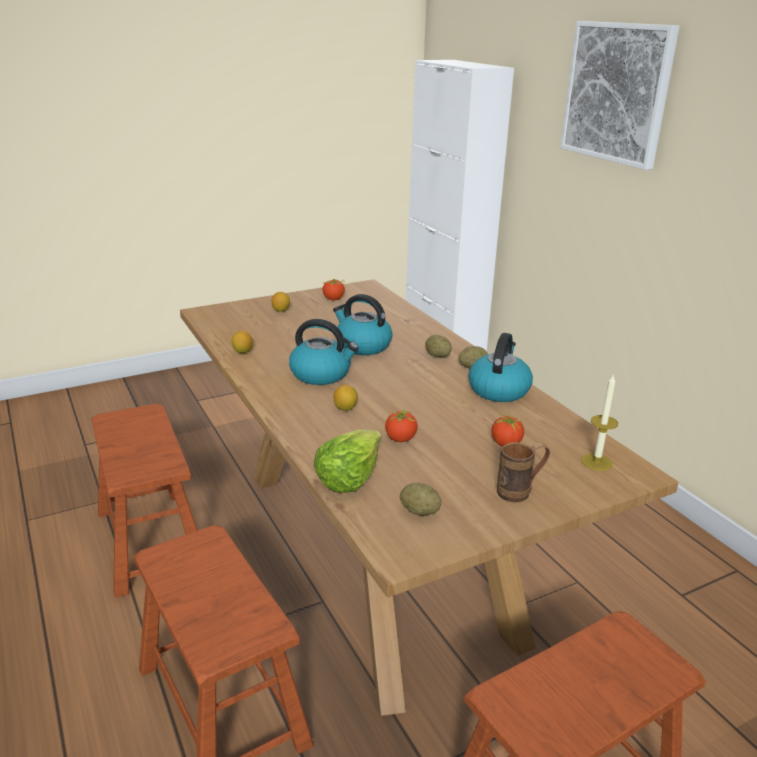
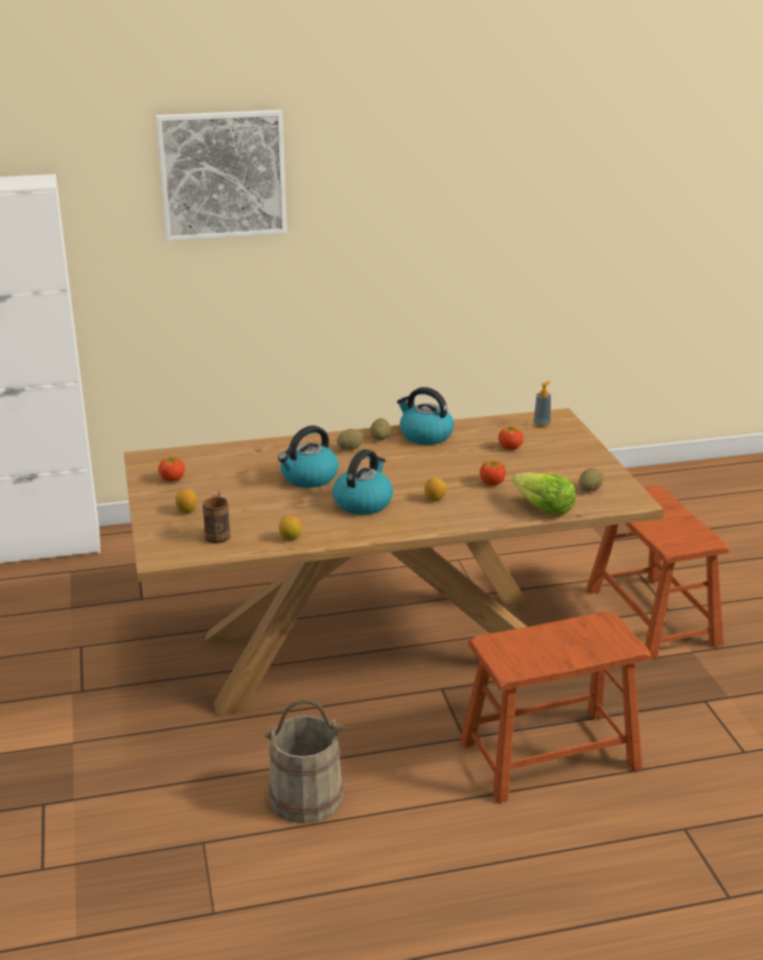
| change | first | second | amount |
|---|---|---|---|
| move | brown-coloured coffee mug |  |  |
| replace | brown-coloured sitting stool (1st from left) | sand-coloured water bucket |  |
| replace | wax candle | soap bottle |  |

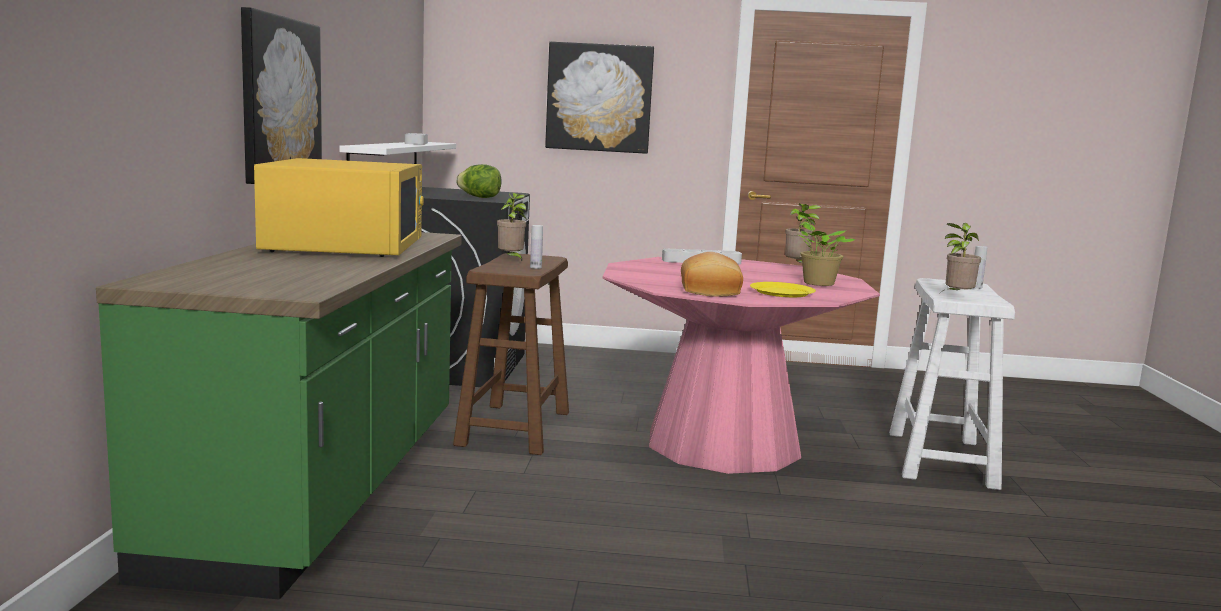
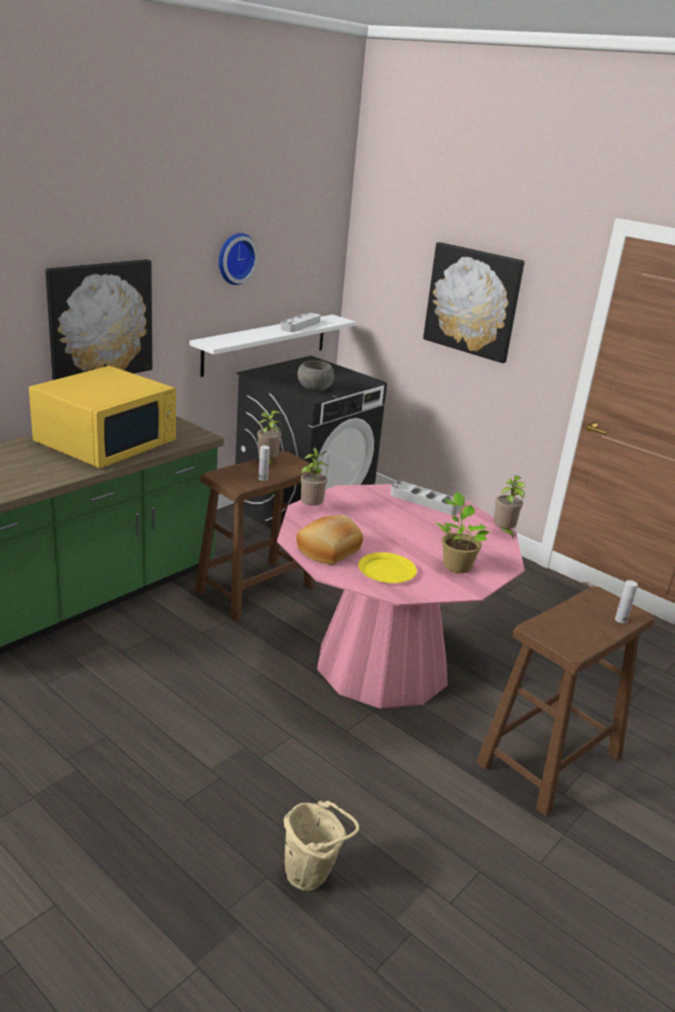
| change | first | second | amount |
|---|---|---|---|
| insert |  | wall clock |  |
| insert |  | sand-coloured water bucket |  |
| replace | head of lettuce | greyish serving bowl |  |
| move | houseplant (4th from left in the first image) | houseplant (2nd from left) |  |
| recolor | white sitting stool | brown-coloured sitting stool (2nd from left) |  |

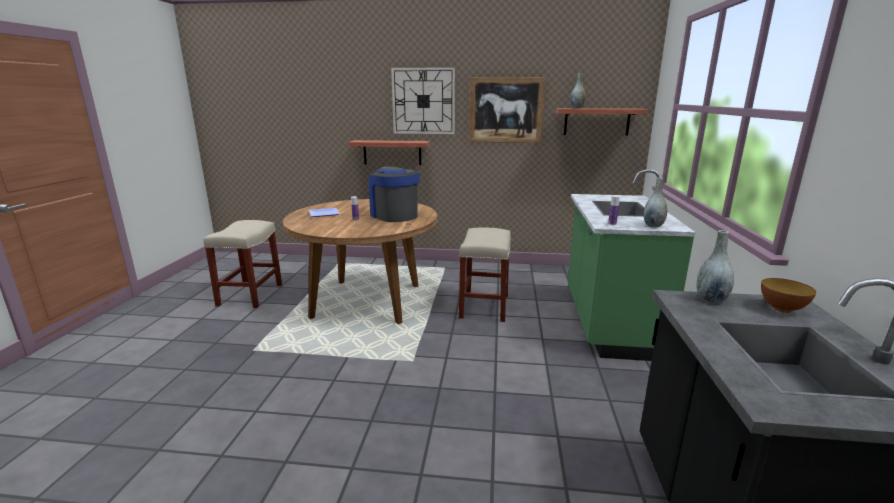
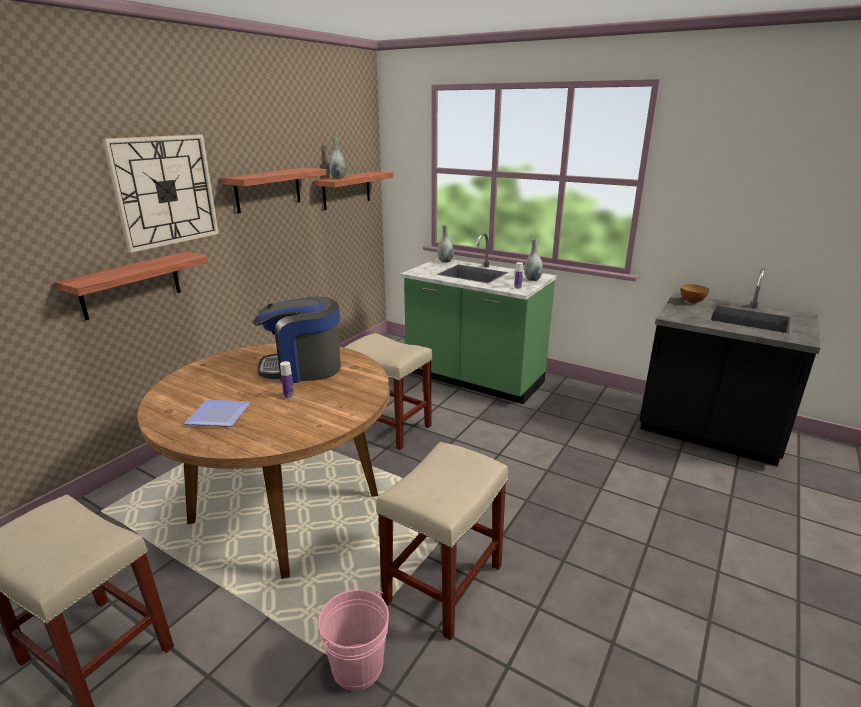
| change | first | second | amount |
|---|---|---|---|
| replace | picture | wall shelf (2nd from left) |  |
| insert |  | pinkish water bucket |  |
| insert |  | sand-coloured sitting stool (3rd from left) |  |
| move | greyish flower vase (3rd from left in the first image) | greyish flower vase (2nd from left) |  |

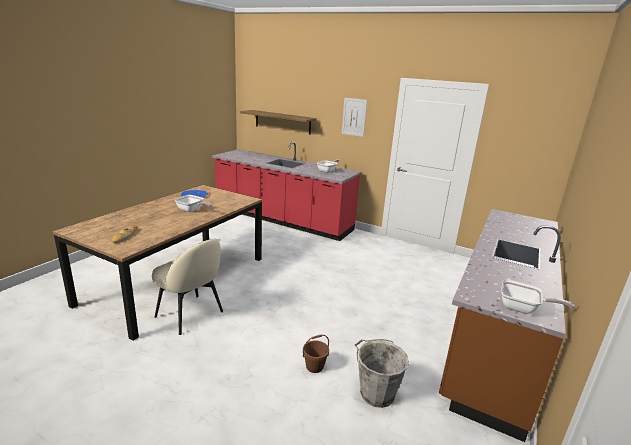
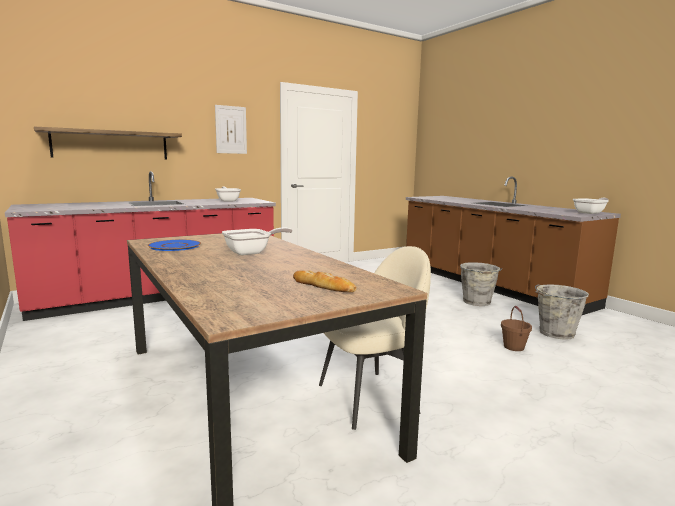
| change | first | second | amount |
|---|---|---|---|
| insert |  | greyish water bucket (1st from left) |  |

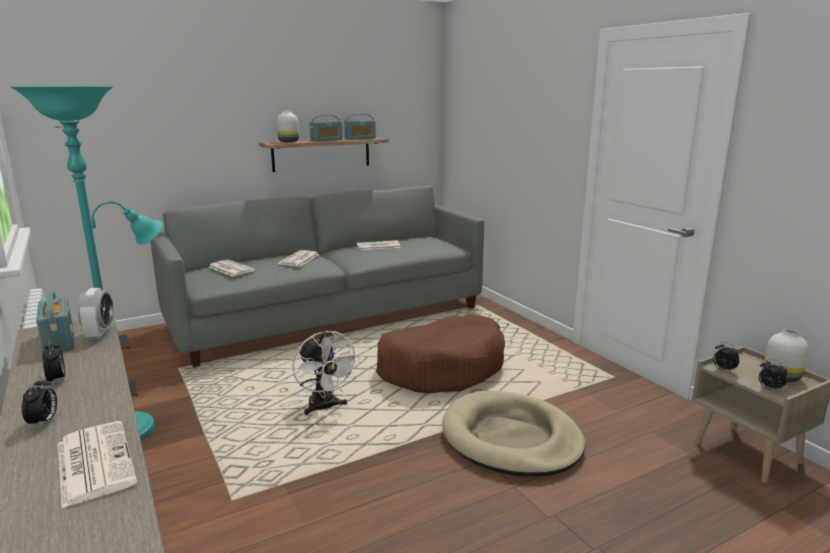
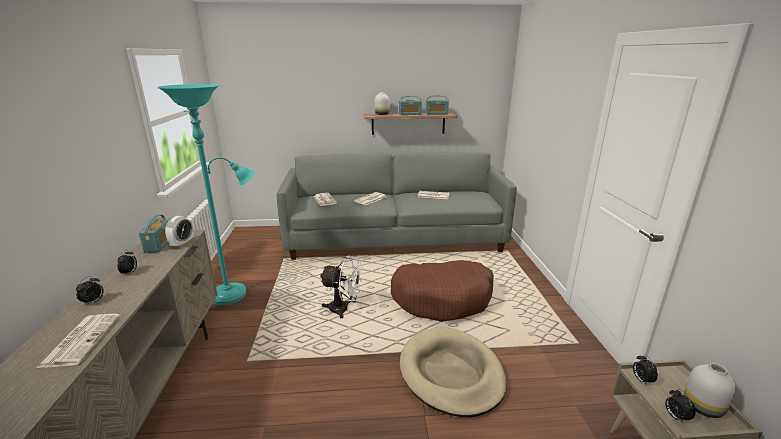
| change | first | second | amount |
|---|---|---|---|
| rotate | white cooling fan |  | 75 degrees counterclockwise |

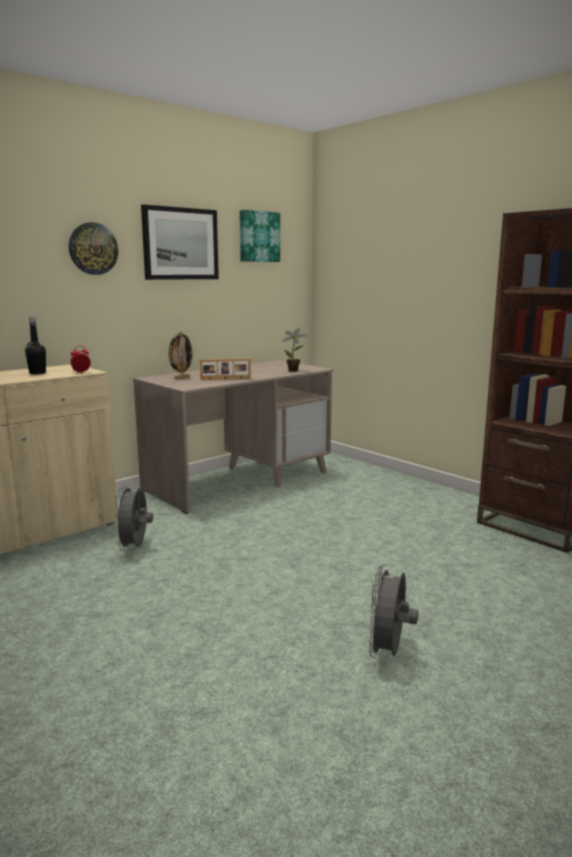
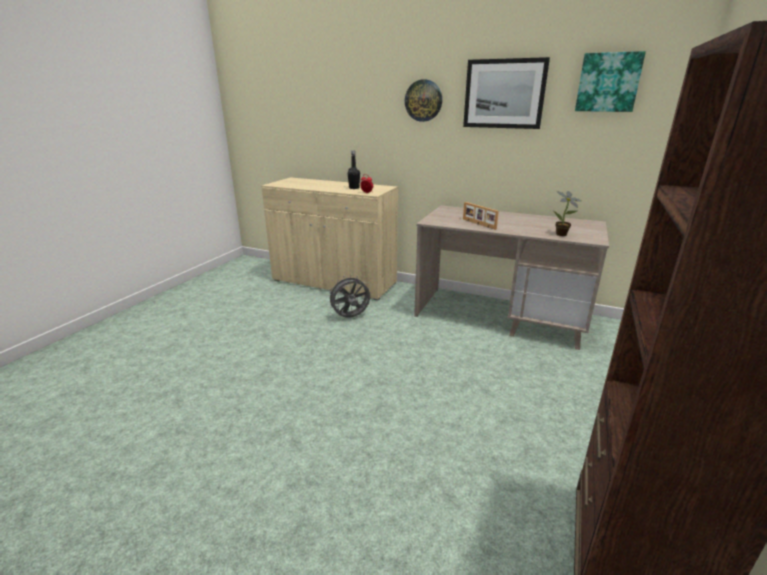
| change | first | second | amount |
|---|---|---|---|
| delete | standing frame (1st from left) |  |  |
| delete | greyish cooling fan (2nd from left) |  |  |

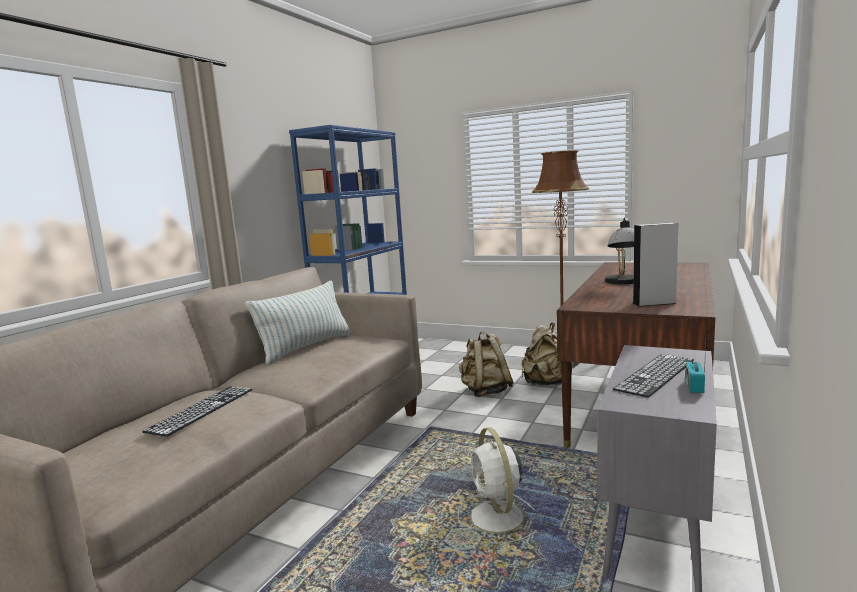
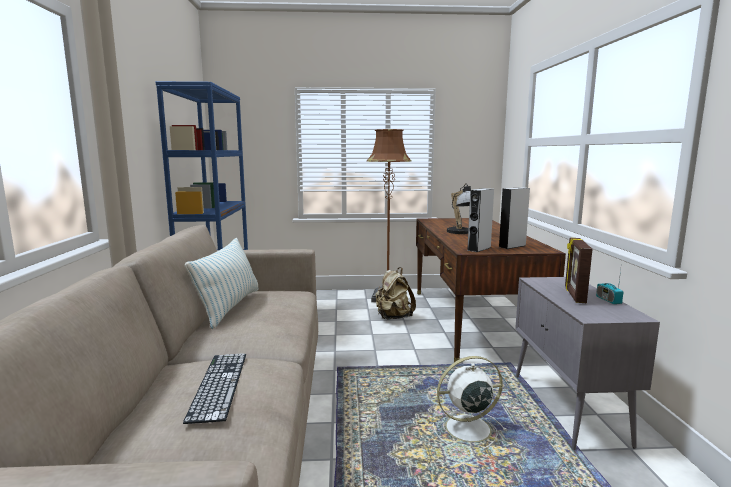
| change | first | second | amount |
|---|---|---|---|
| rotate | white cooling fan |  | 120 degrees clockwise |
| insert |  | greyish audio speaker (1st from left) |  |
| replace | computer keyboard (2nd from left) | standing frame |  |
| delete | sand-coloured knapsack (1st from left) |  |  |

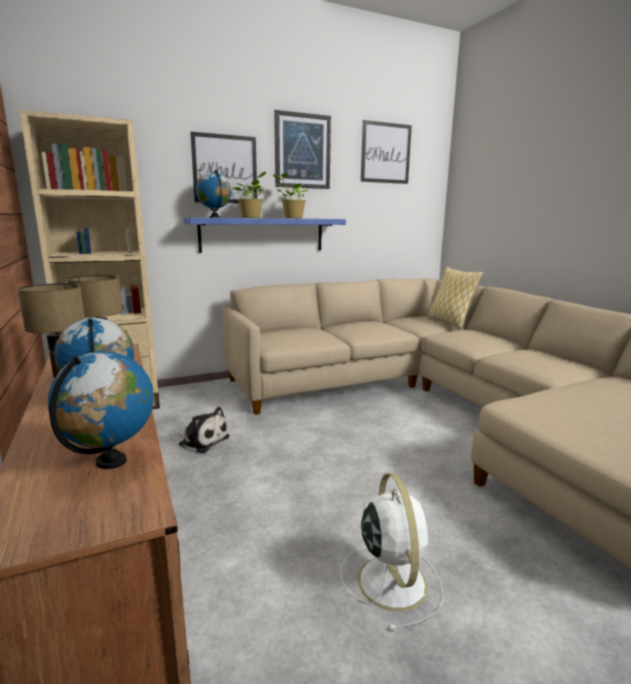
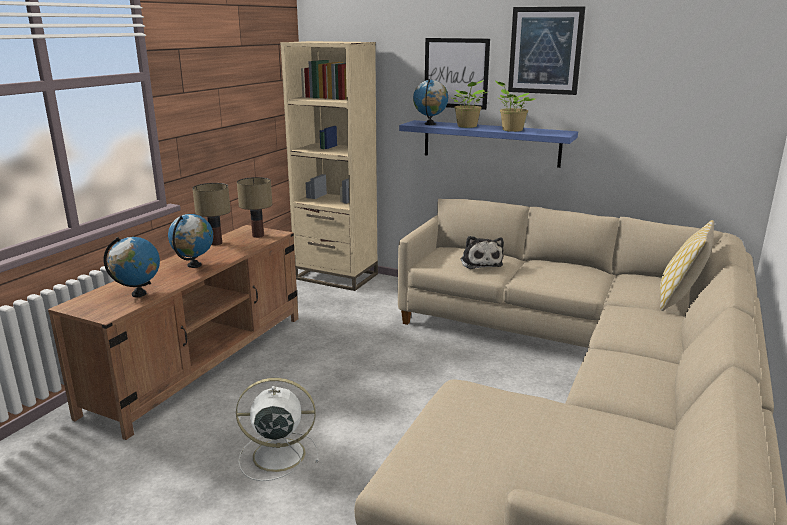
| change | first | second | amount |
|---|---|---|---|
| rotate | white cooling fan |  | 135 degrees counterclockwise |
| move | cuddly toy |  |  |
| delete | picture (3rd from left) |  |  |

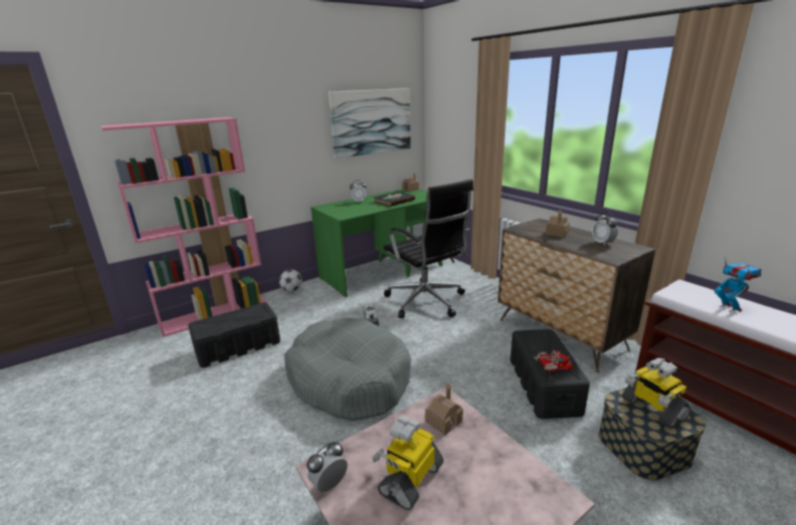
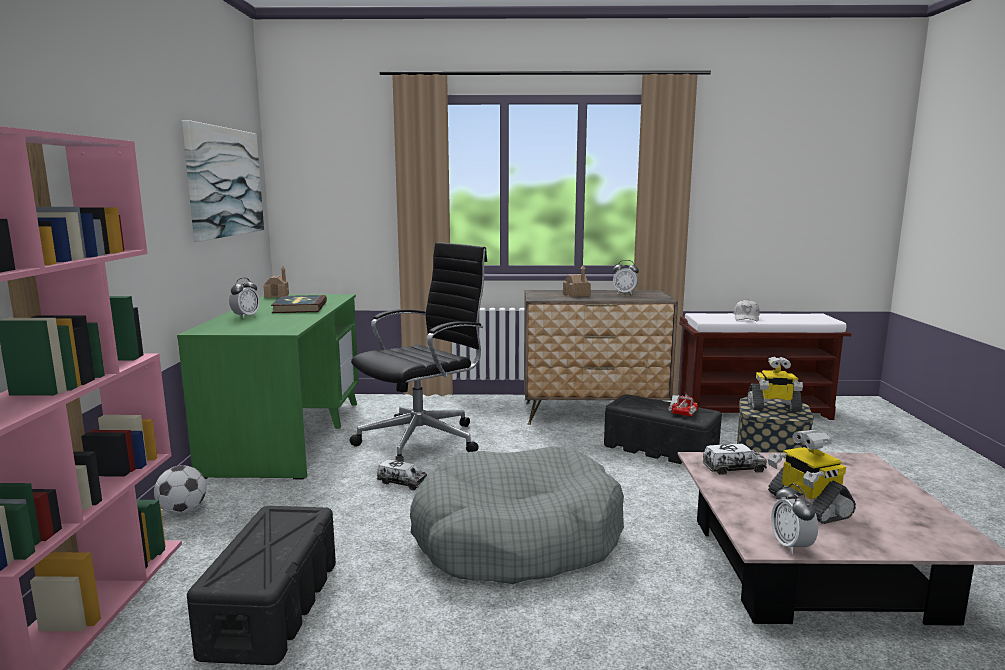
| change | first | second | amount |
|---|---|---|---|
| rotate | black-coloured office chair |  | 45 degrees counterclockwise |
| replace | model house (2nd from left) | toy truck (3rd from left) |  |
| replace | toy robot (3rd from left) | white peaked cap |  |

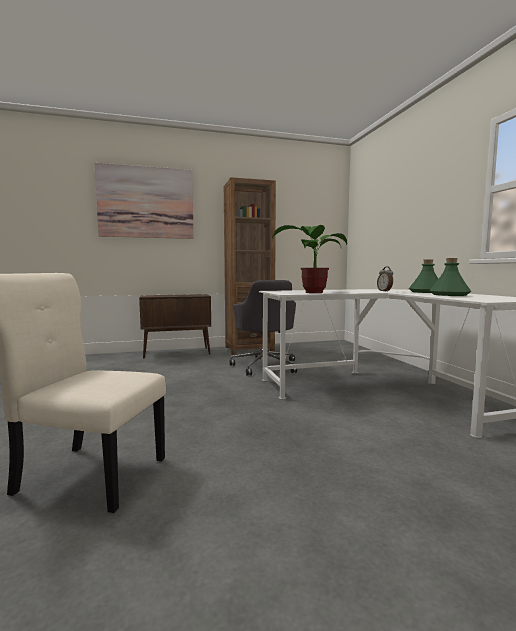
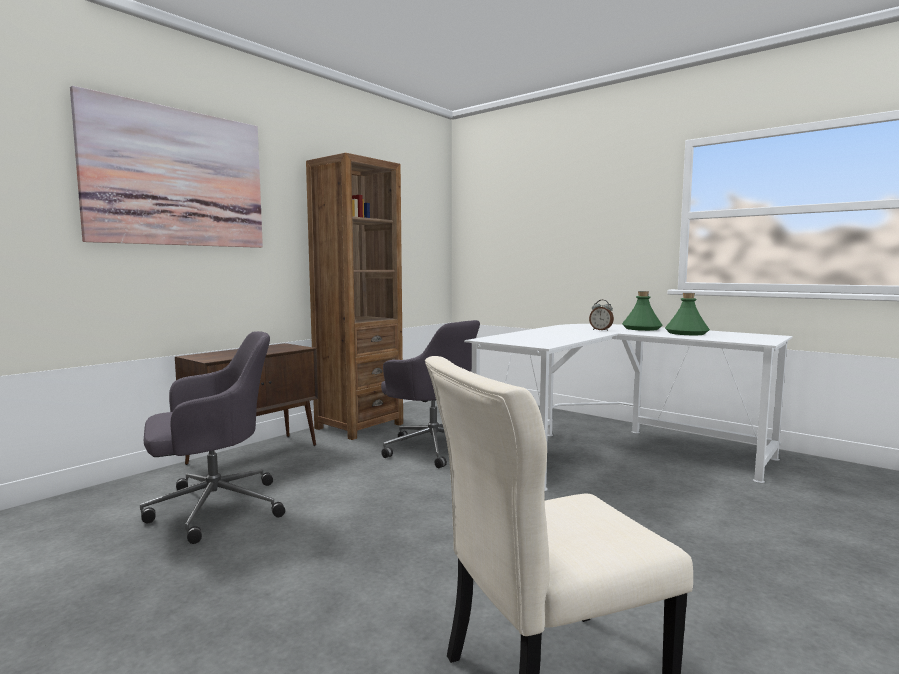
| change | first | second | amount |
|---|---|---|---|
| insert |  | greyish office chair (1st from left) |  |
| delete | houseplant |  |  |

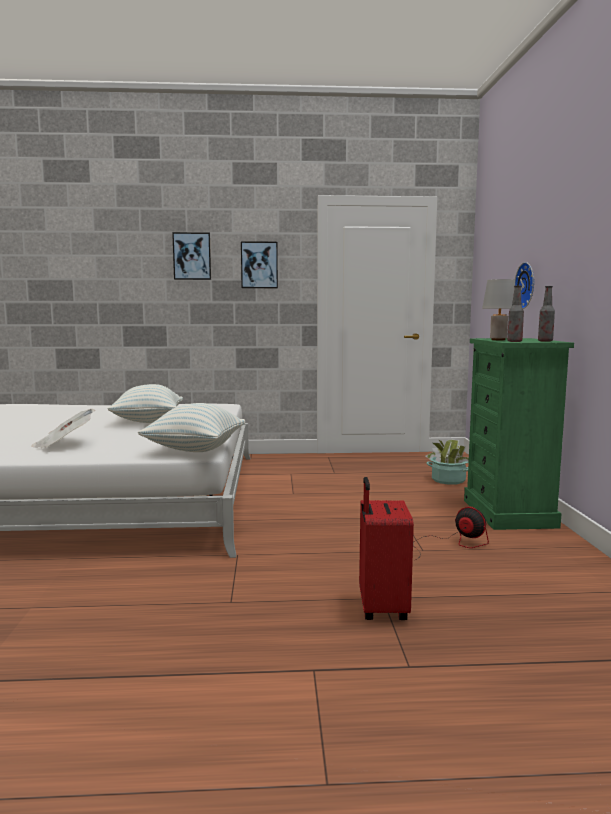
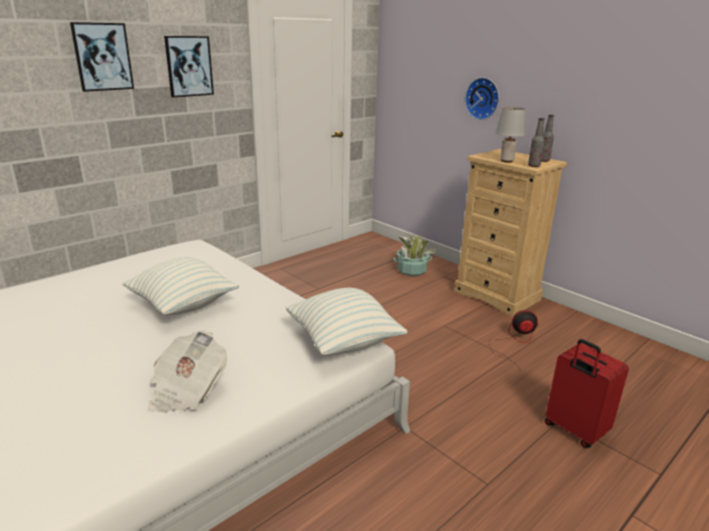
| change | first | second | amount |
|---|---|---|---|
| recolor | green-coloured dresser | sand-coloured dresser |  |

